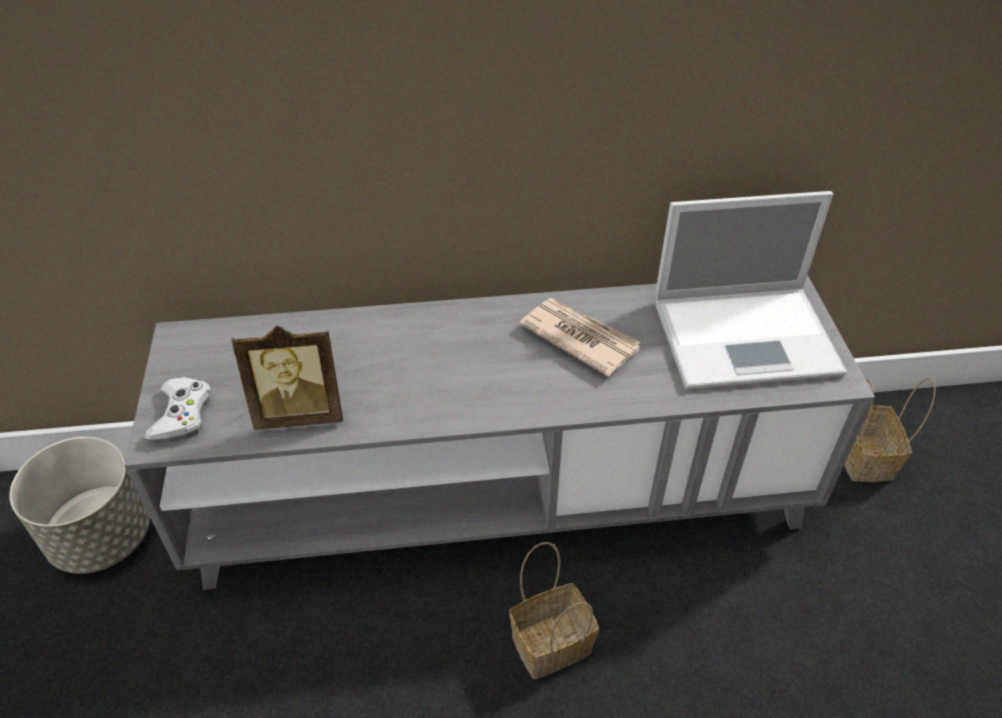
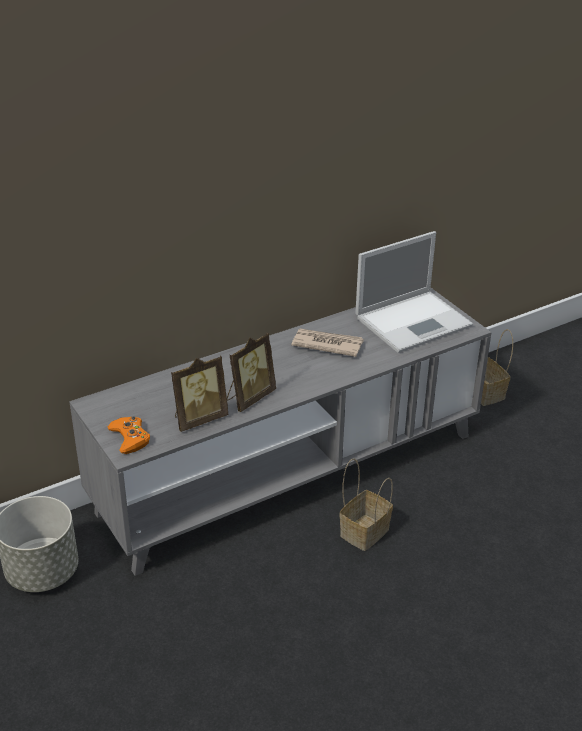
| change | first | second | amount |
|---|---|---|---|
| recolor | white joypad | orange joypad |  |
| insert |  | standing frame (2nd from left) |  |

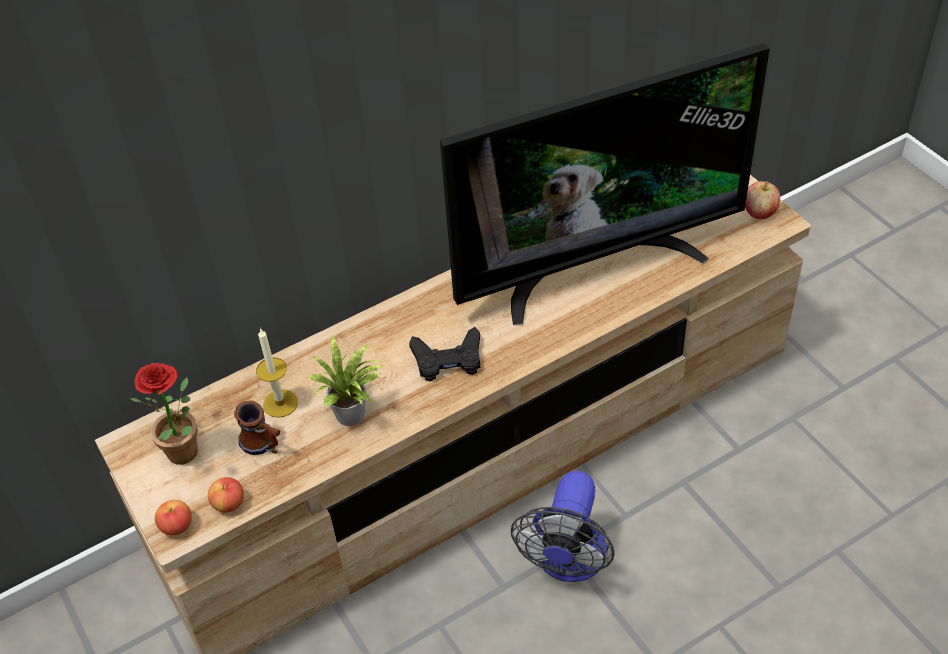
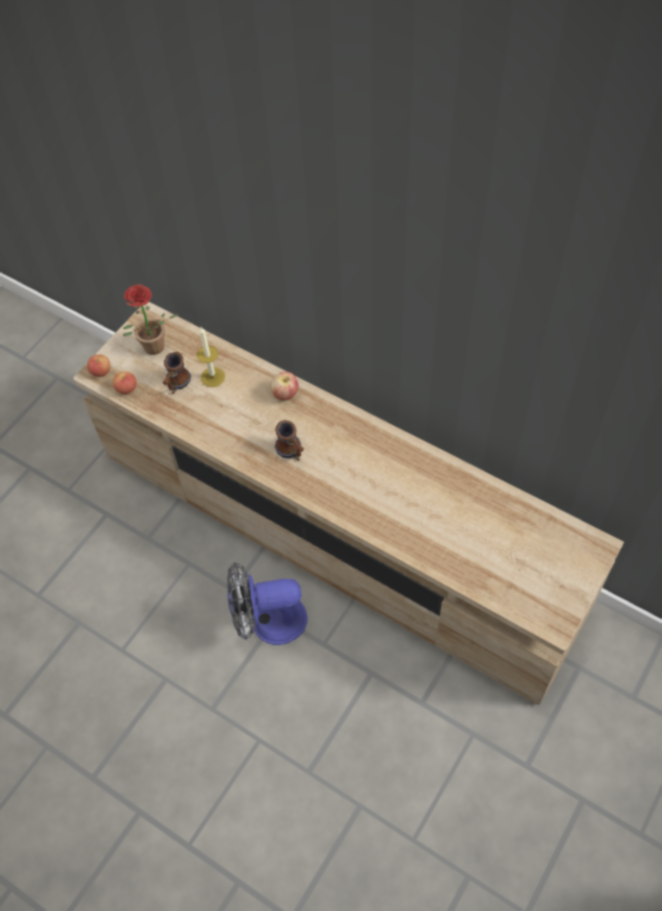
| change | first | second | amount |
|---|---|---|---|
| move | apple fruit (3rd from left) |  |  |
| replace | black-coloured joypad | coffee mug (2nd from left) |  |
| delete | houseplant (2nd from left) |  |  |
| delete | TV |  |  |

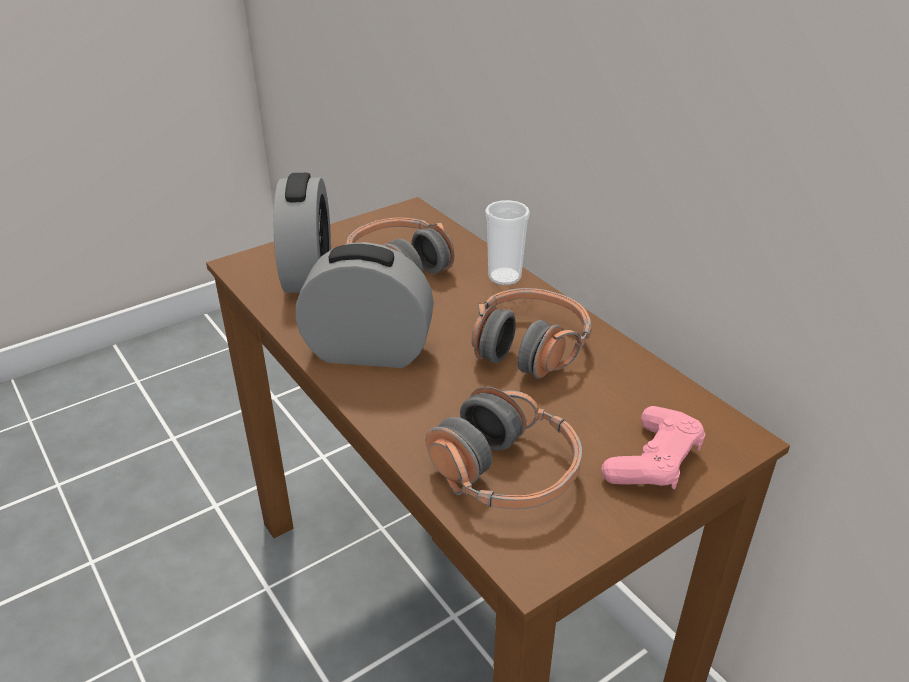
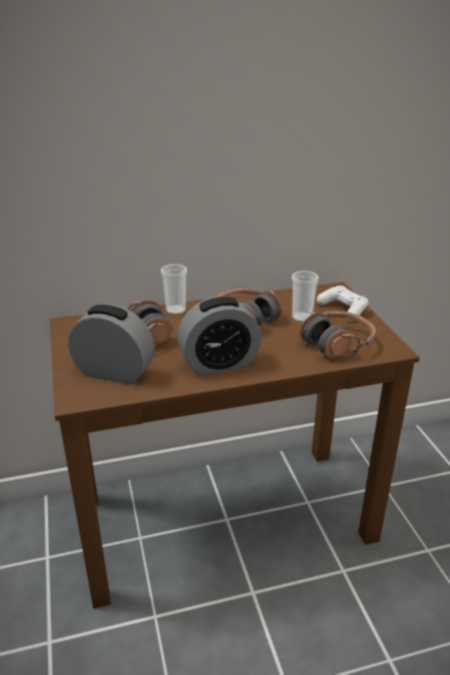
| change | first | second | amount |
|---|---|---|---|
| rotate | bedside clock (2nd from left) |  | 135 degrees counterclockwise |
| insert |  | cup (2nd from left) |  |
| recolor | pinkish joypad | white joypad |  |

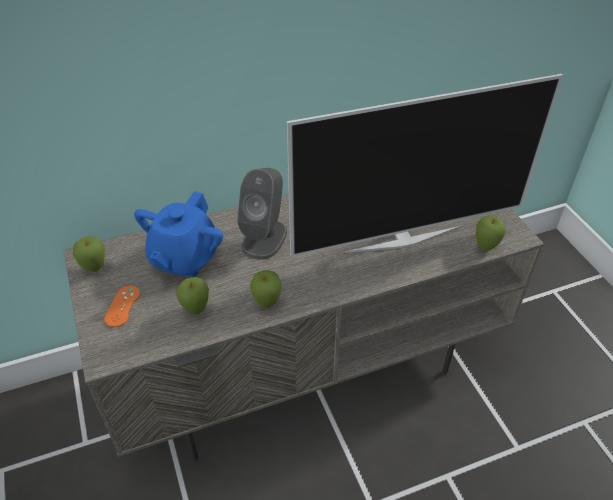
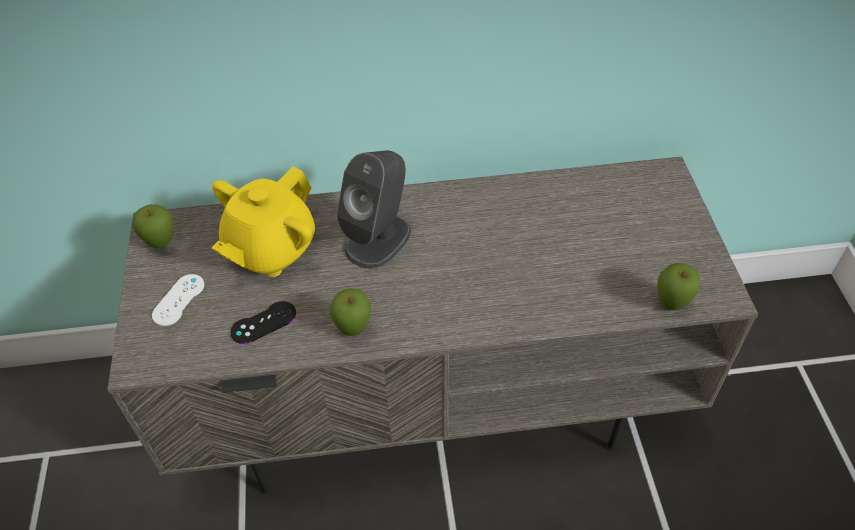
| change | first | second | amount |
|---|---|---|---|
| recolor | orange joypad | white joypad |  |
| recolor | bluish tea pot | yellowish tea pot |  |
| replace | apple fruit (2nd from left) | black-coloured joypad |  |
| delete | TV |  |  |

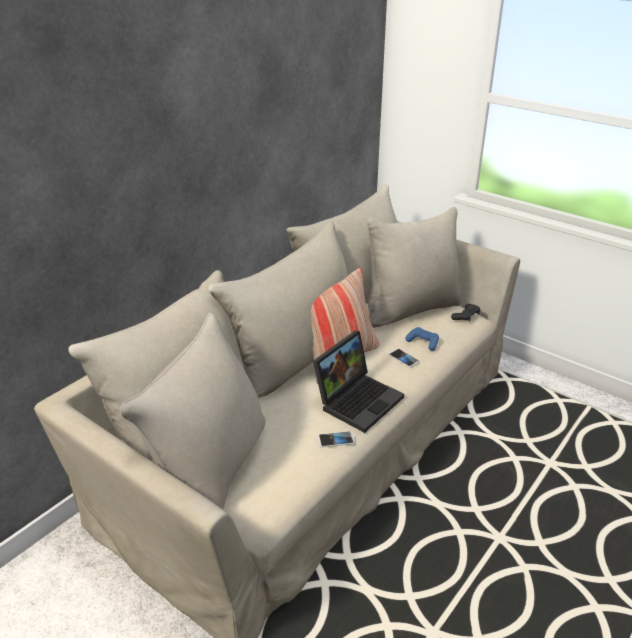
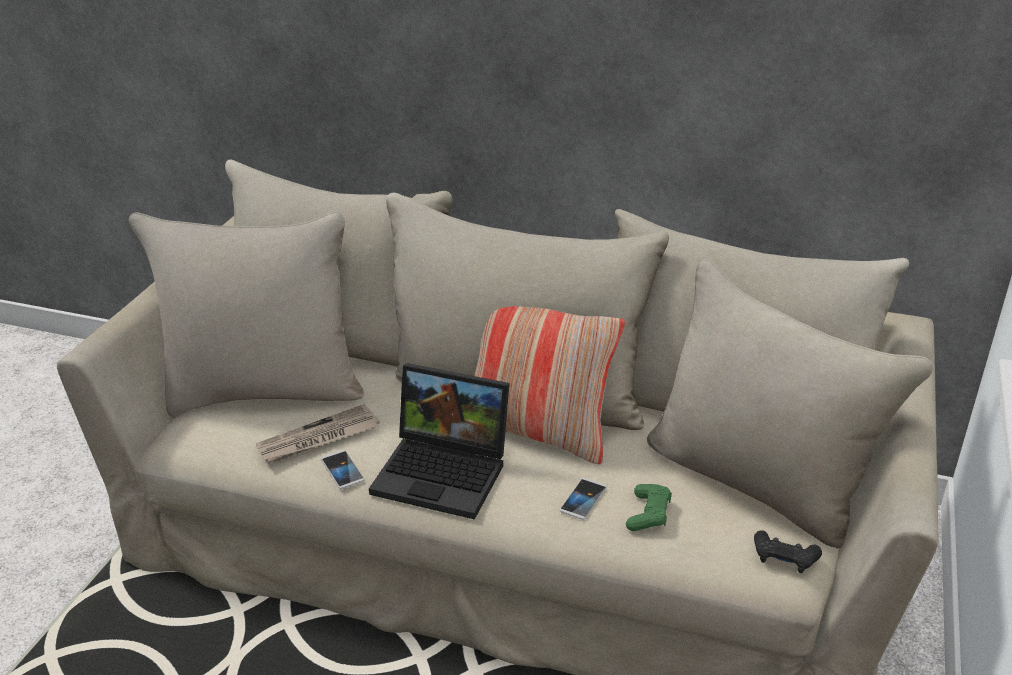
| change | first | second | amount |
|---|---|---|---|
| insert |  | newspaper |  |
| recolor | bluish joypad | green-coloured joypad |  |

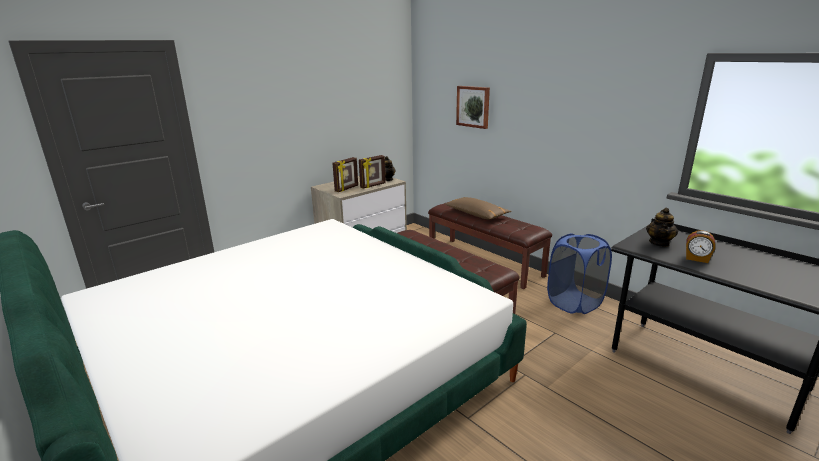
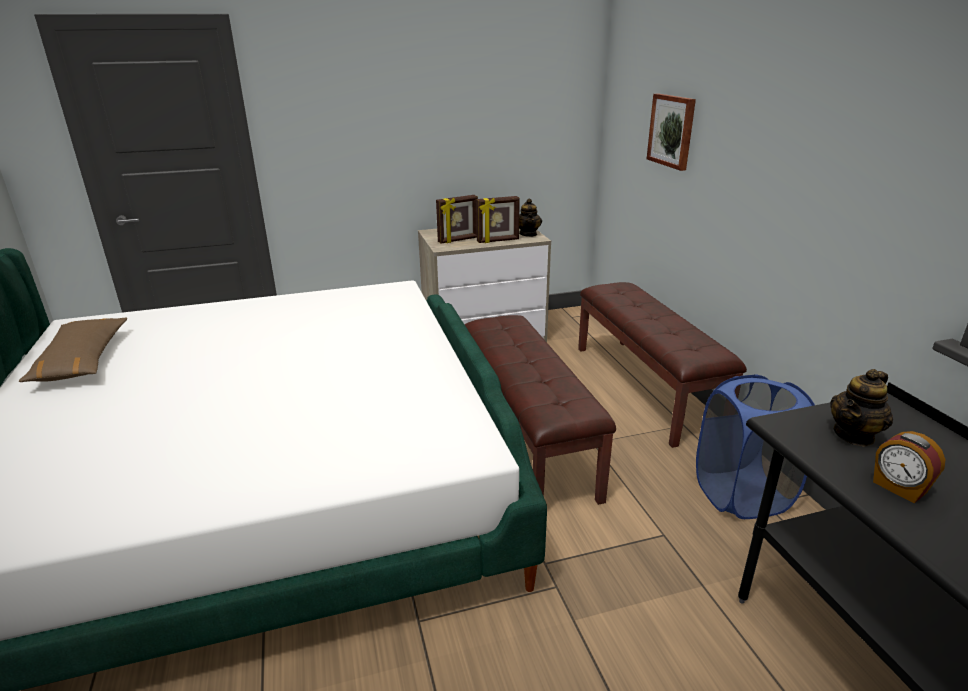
| change | first | second | amount |
|---|---|---|---|
| move | brown-coloured cushion |  |  |

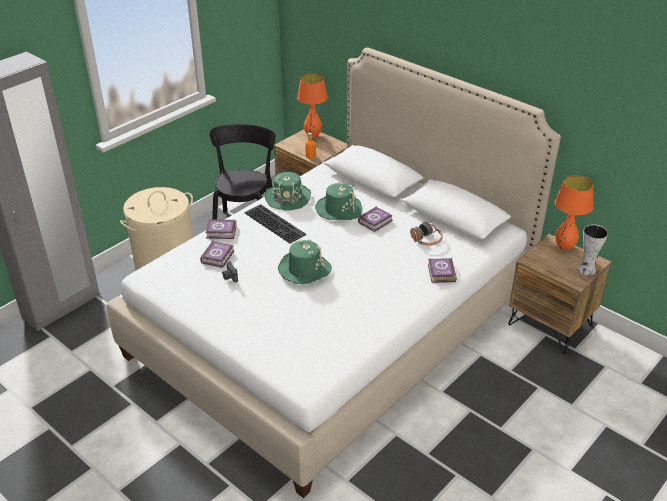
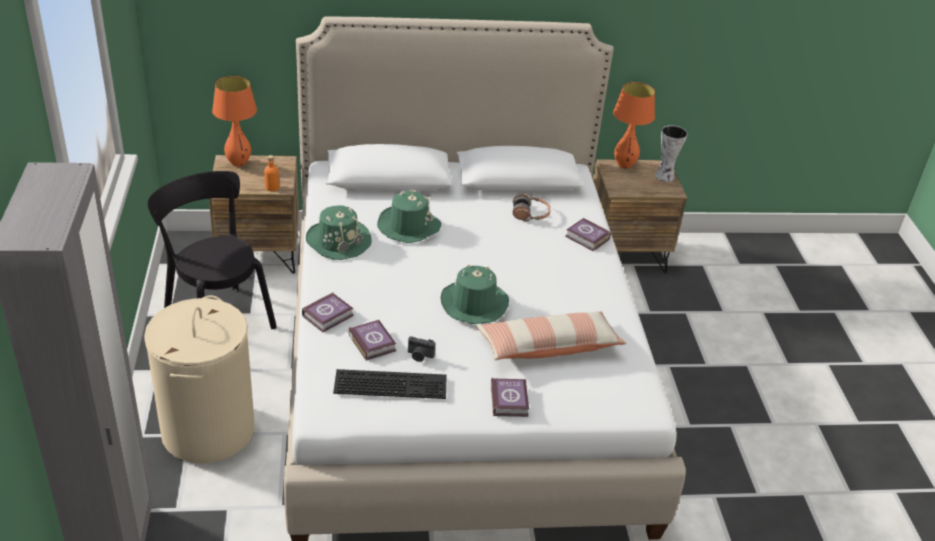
| change | first | second | amount |
|---|---|---|---|
| move | computer keyboard |  |  |
| insert |  | cushion |  |
| move | book (3rd from left) |  |  |

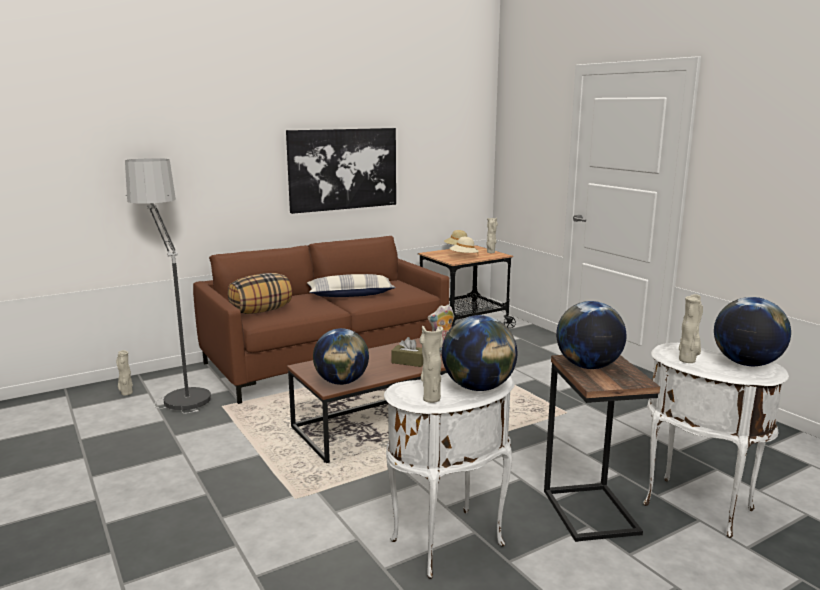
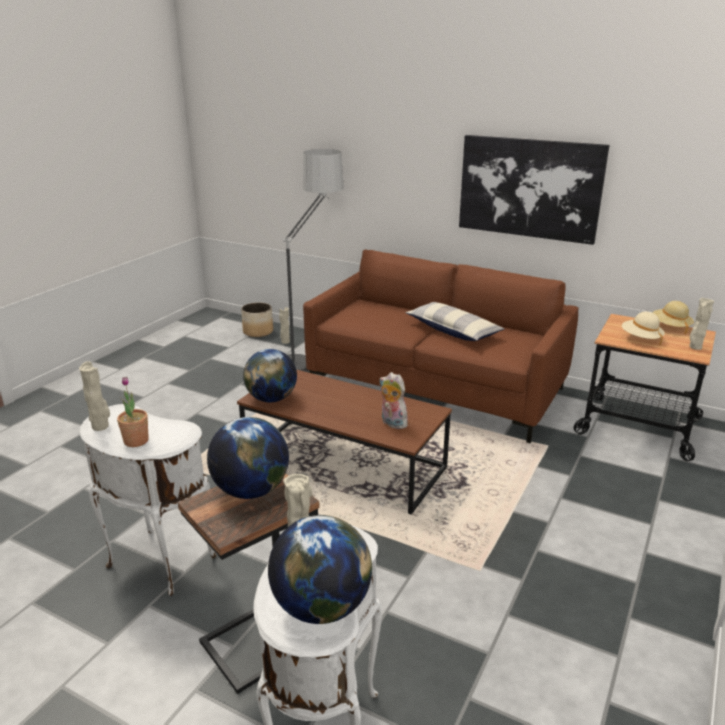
| change | first | second | amount |
|---|---|---|---|
| replace | globe (2nd from left) | houseplant |  |
| insert |  | planter |  |
| delete | cushion (1st from left) |  |  |
| delete | brown-coloured tissue box |  |  |

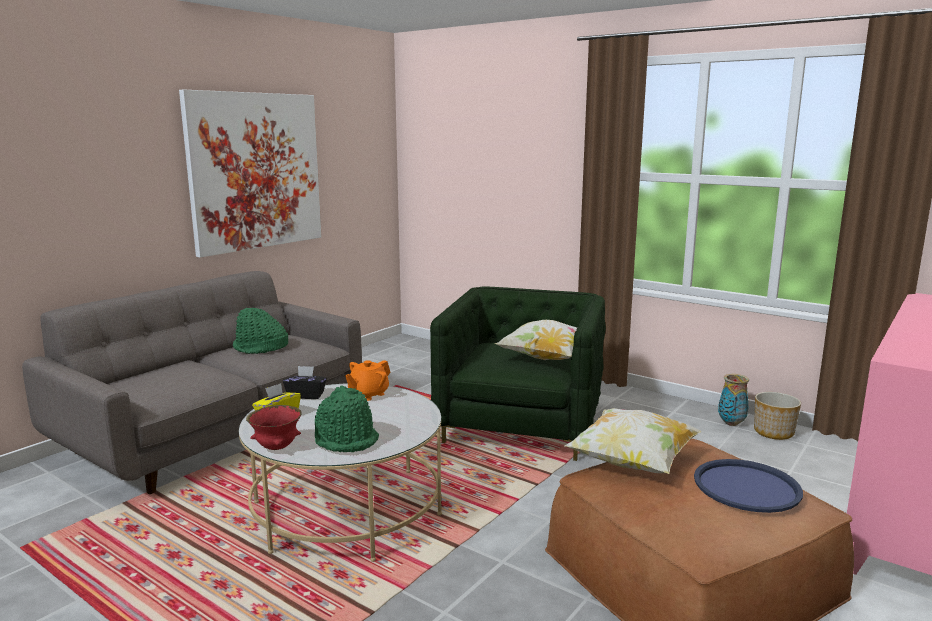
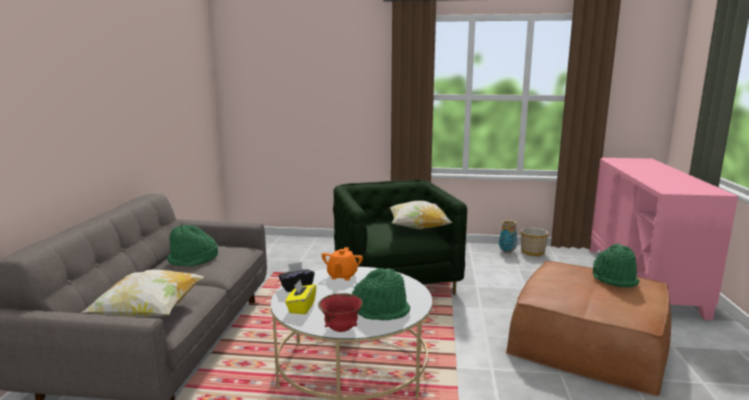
| change | first | second | amount |
|---|---|---|---|
| move | cushion (2nd from left in the first image) | cushion (1st from left) |  |
| replace | bluish tray | green-coloured hat (3rd from left) |  |
| delete | picture |  |  |

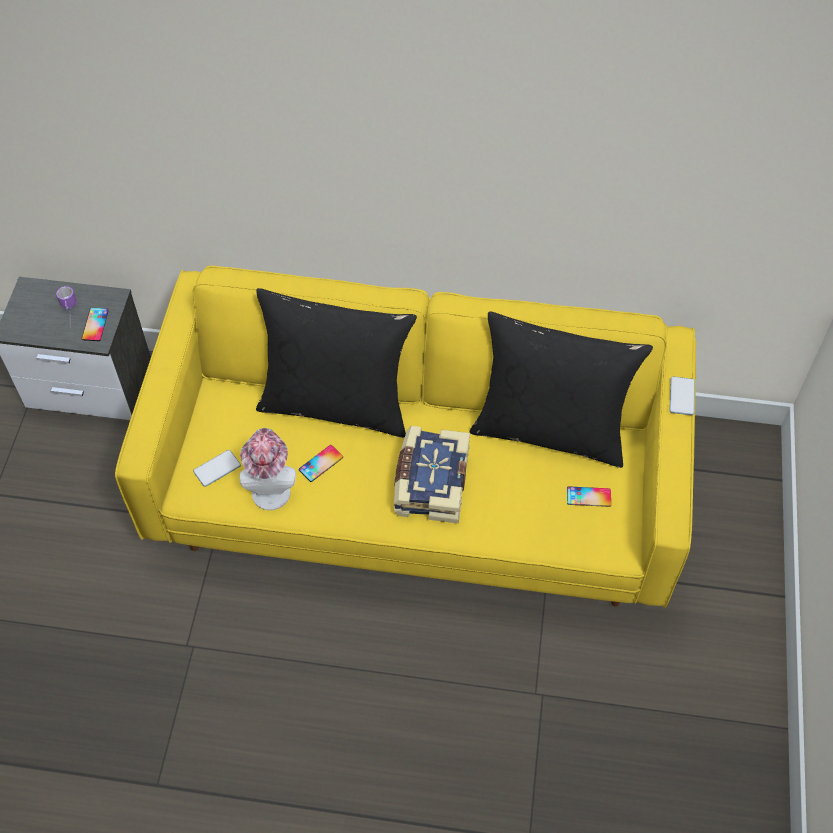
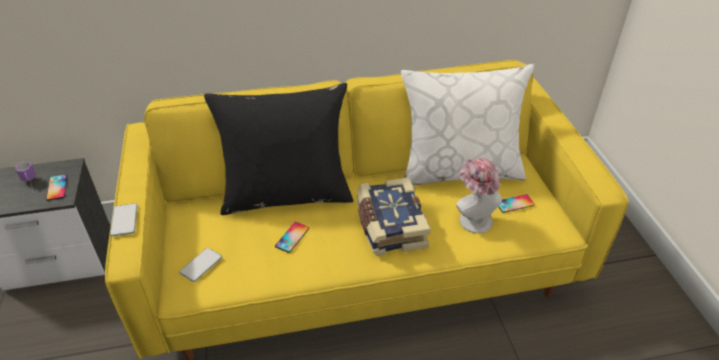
| change | first | second | amount |
|---|---|---|---|
| move | handset (5th from left in the first image) | handset (2nd from left) |  |
| recolor | black-coloured cushion (2nd from left) | white cushion |  |
| move | hat |  |  |

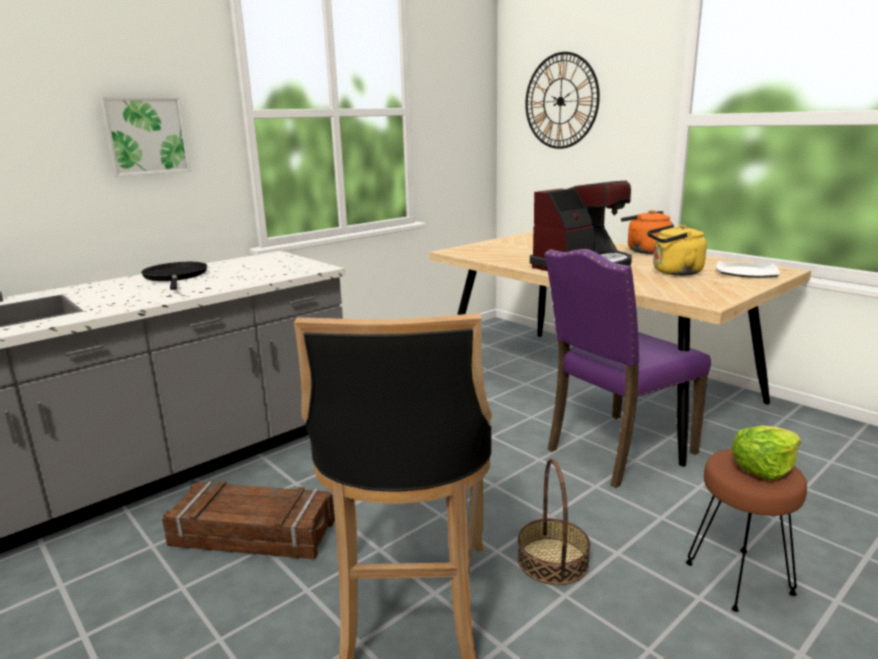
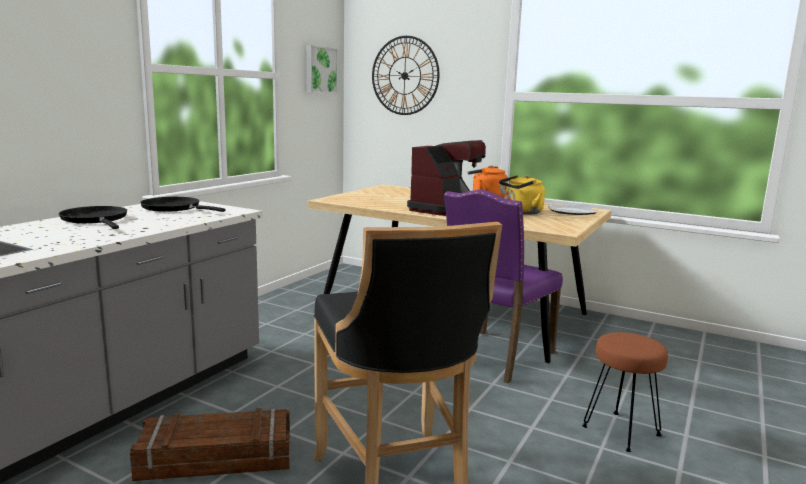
| change | first | second | amount |
|---|---|---|---|
| insert |  | black-coloured skillet (2nd from left) |  |
| move | picture |  |  |
| delete | household basket |  |  |
| delete | head of lettuce |  |  |

